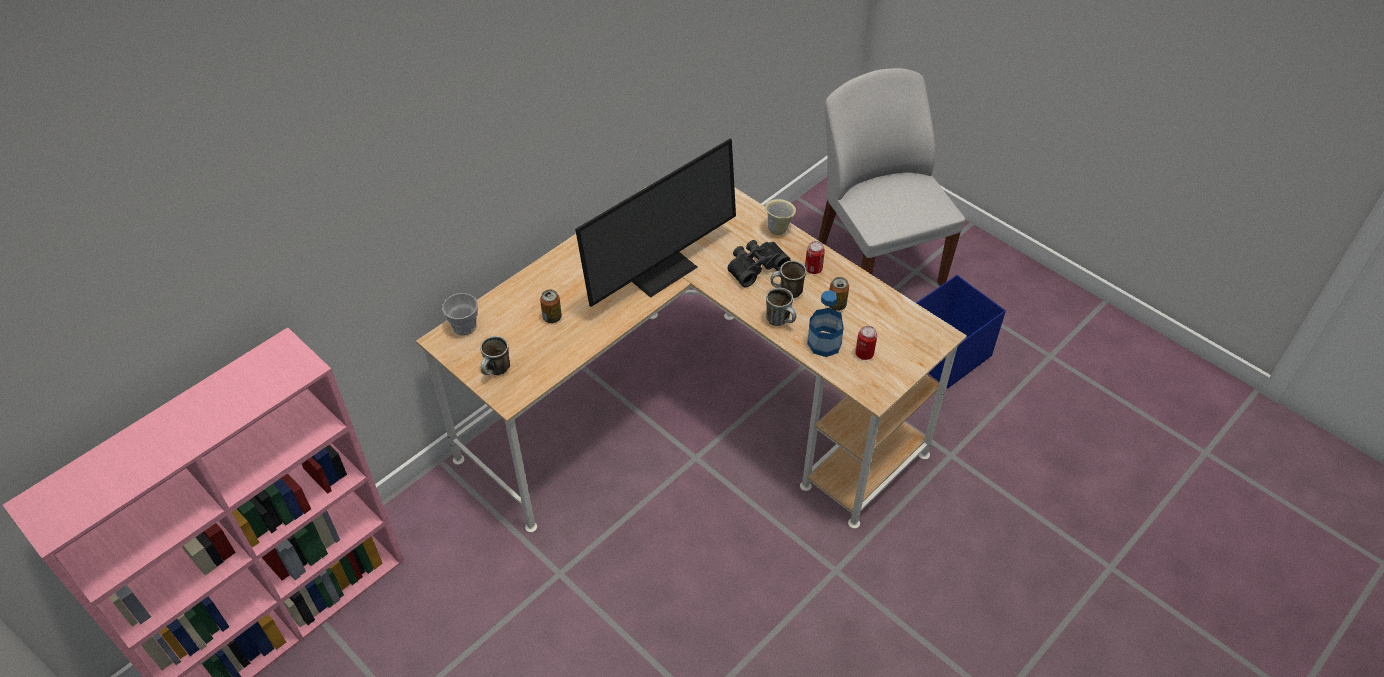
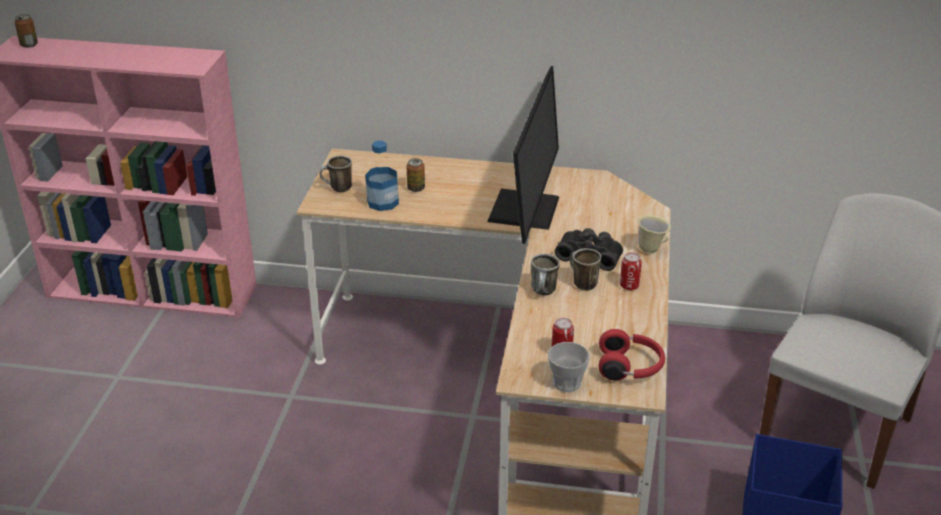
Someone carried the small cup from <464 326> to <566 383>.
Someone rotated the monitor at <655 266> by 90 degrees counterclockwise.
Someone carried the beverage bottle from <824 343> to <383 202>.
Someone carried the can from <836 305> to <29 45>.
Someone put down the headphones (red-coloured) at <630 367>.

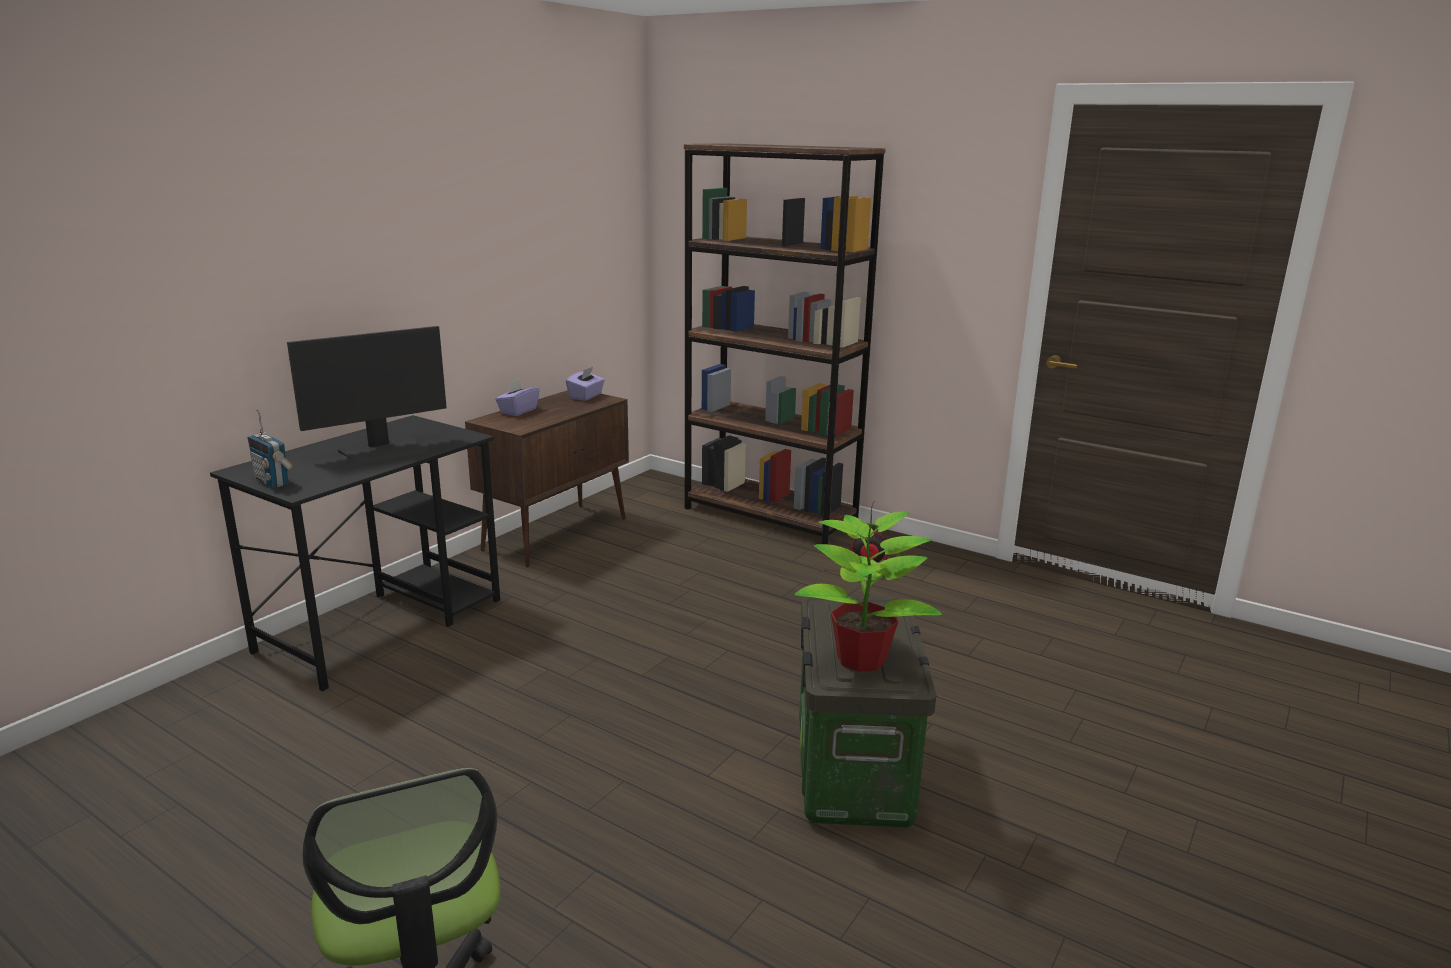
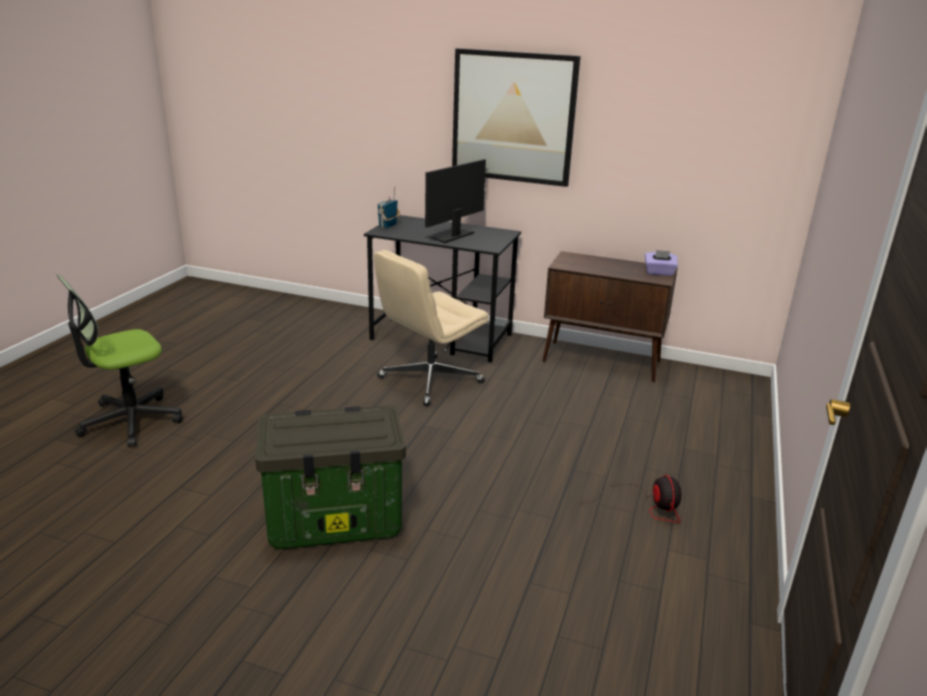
Someone rotated the monitor at <383 451> by 90 degrees clockwise.
Someone took away the tissue box (purple-coloured) at <518 411>.
Someone took away the shelving unit (brown) at <770 516>.
Someone took away the houseplant at <862 659>.
Someone put down the computer chair (sand-coloured) at <429 381>.
Someone put up the picture at <513 117>.

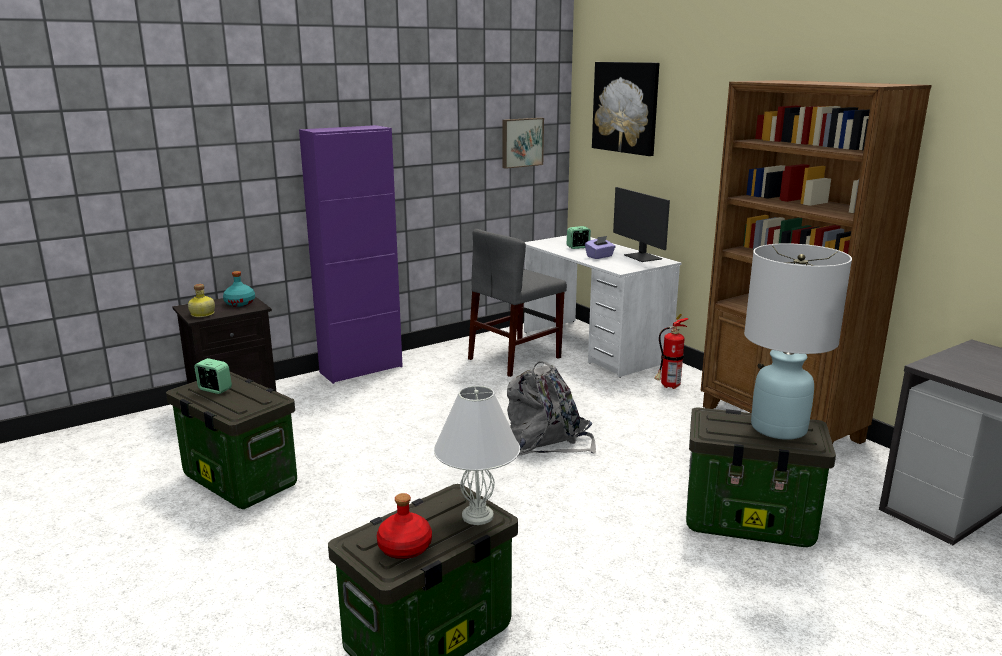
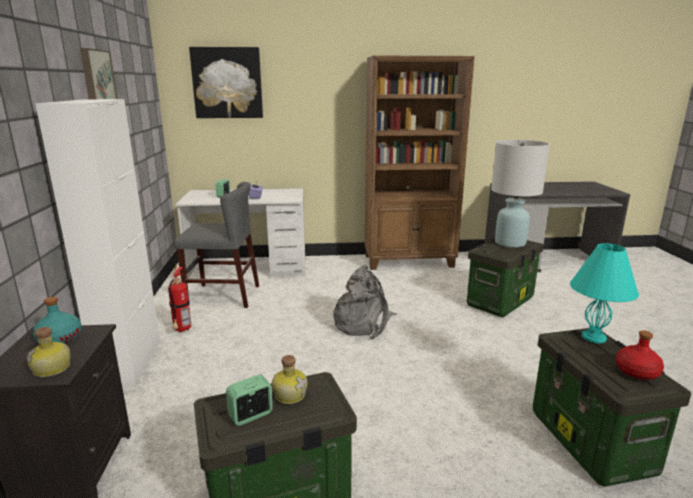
Someone repainted the cabinet (purple-coloured) at <361 369>, which became the cabinet (whitish) at <130 363>.
Someone repainted the lamp for a table (whitish) at <477 515>, which became the lamp for a table (turquoise-coloured) at <593 337>.
Someone rotated the plain chair (gray) at <515 358> by 75 degrees counterclockwise.
Someone carried the picture from <521 142> to <97 79>.
Someone took away the monitor at <642 257>.
Someone carried the fire-fighting cylinder from <668 387> to <182 330>.
Someone put down the beverage bottle at <290 394>.

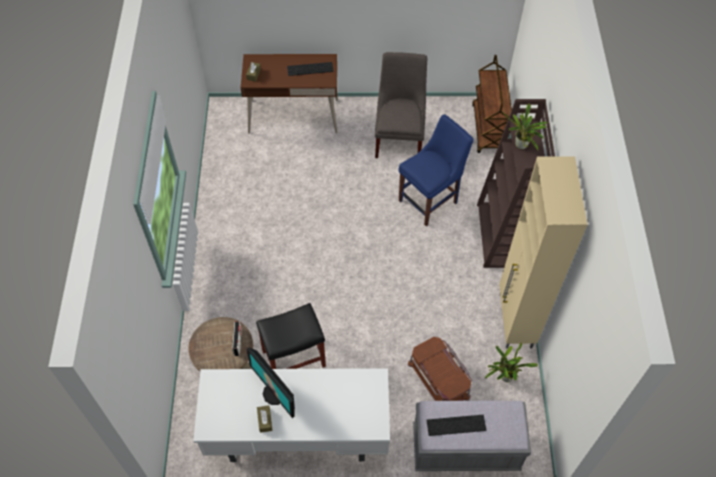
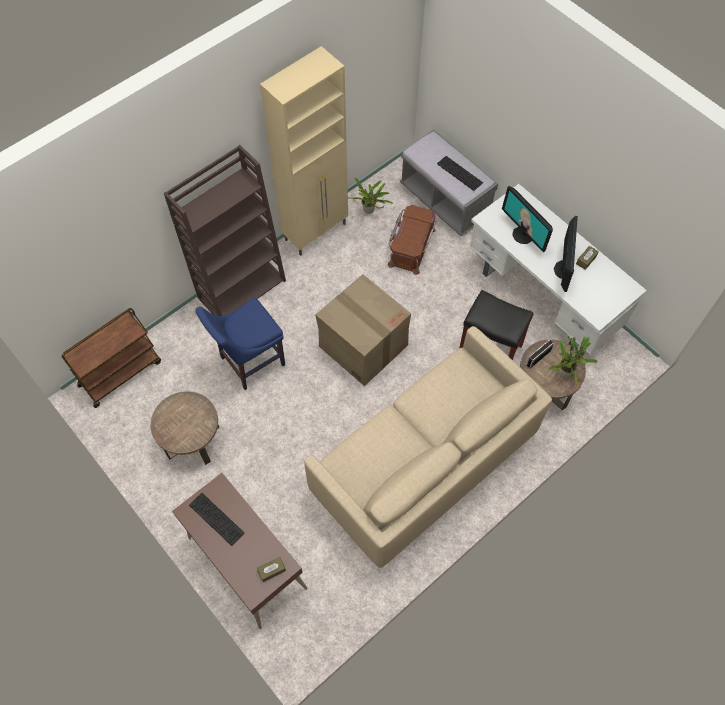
Someone swapped the plain chair (gray) at <399 137> for the side table (brown) at <193 441>.
Someone rotated the plain chair (blue) at <430 200> by 45 degrees counterclockwise.
Someone carried the houseplant from <521 147> to <566 372>.
Someone put down the settee (sand-coloured) at <424 463>.
Someone put down the carton at <363 345>.
Someone put down the monitor at <523 235>.

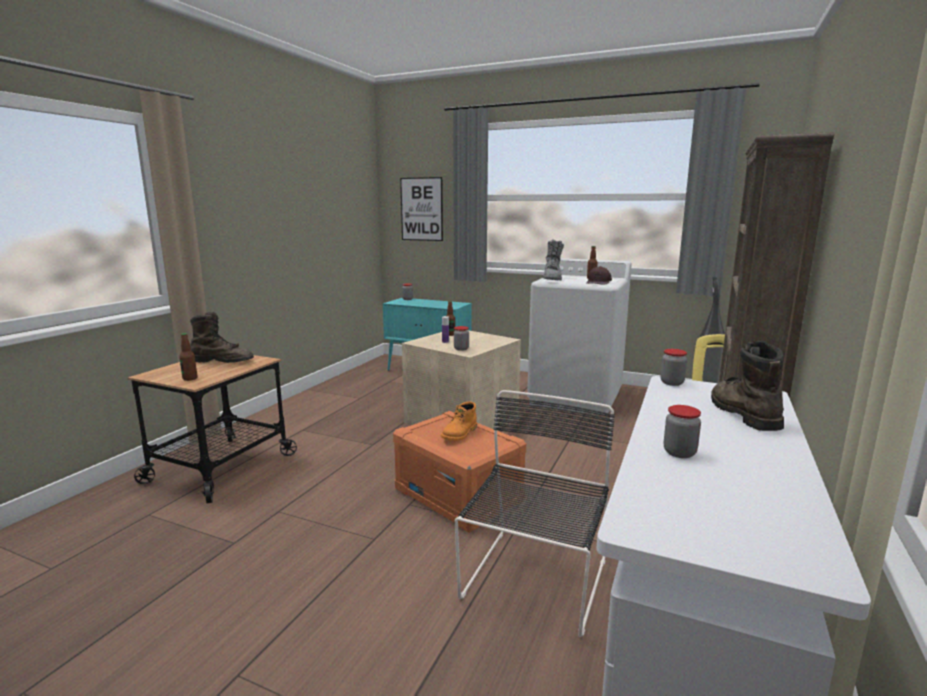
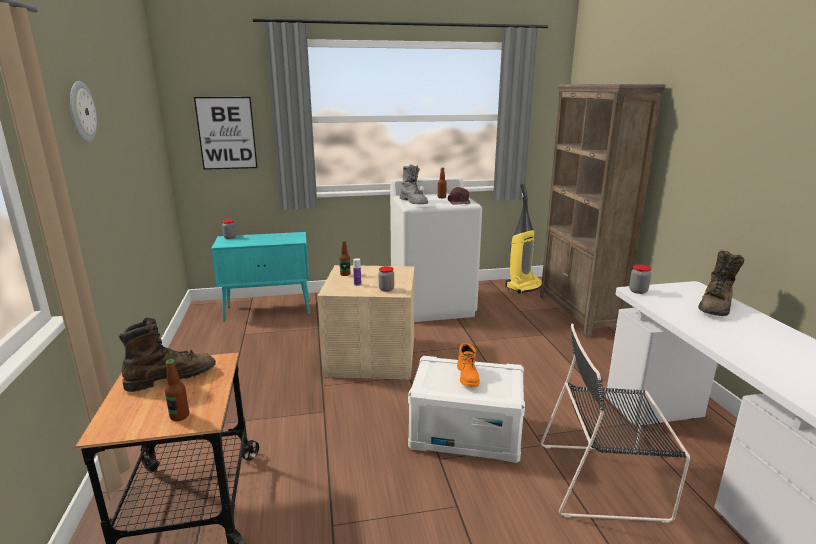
Someone repainted the storage box (orangey) at <459 496>, which became the storage box (whitish) at <466 432>.
Someone rotated the plain chair (blackish) at <534 582> by 75 degrees counterclockwise.
Someone took away the storage jar at <679 453>.
Someone rotated the boot (brown) at <742 413> by 105 degrees counterclockwise.
Someone put up the clock on the wall at <81 112>.

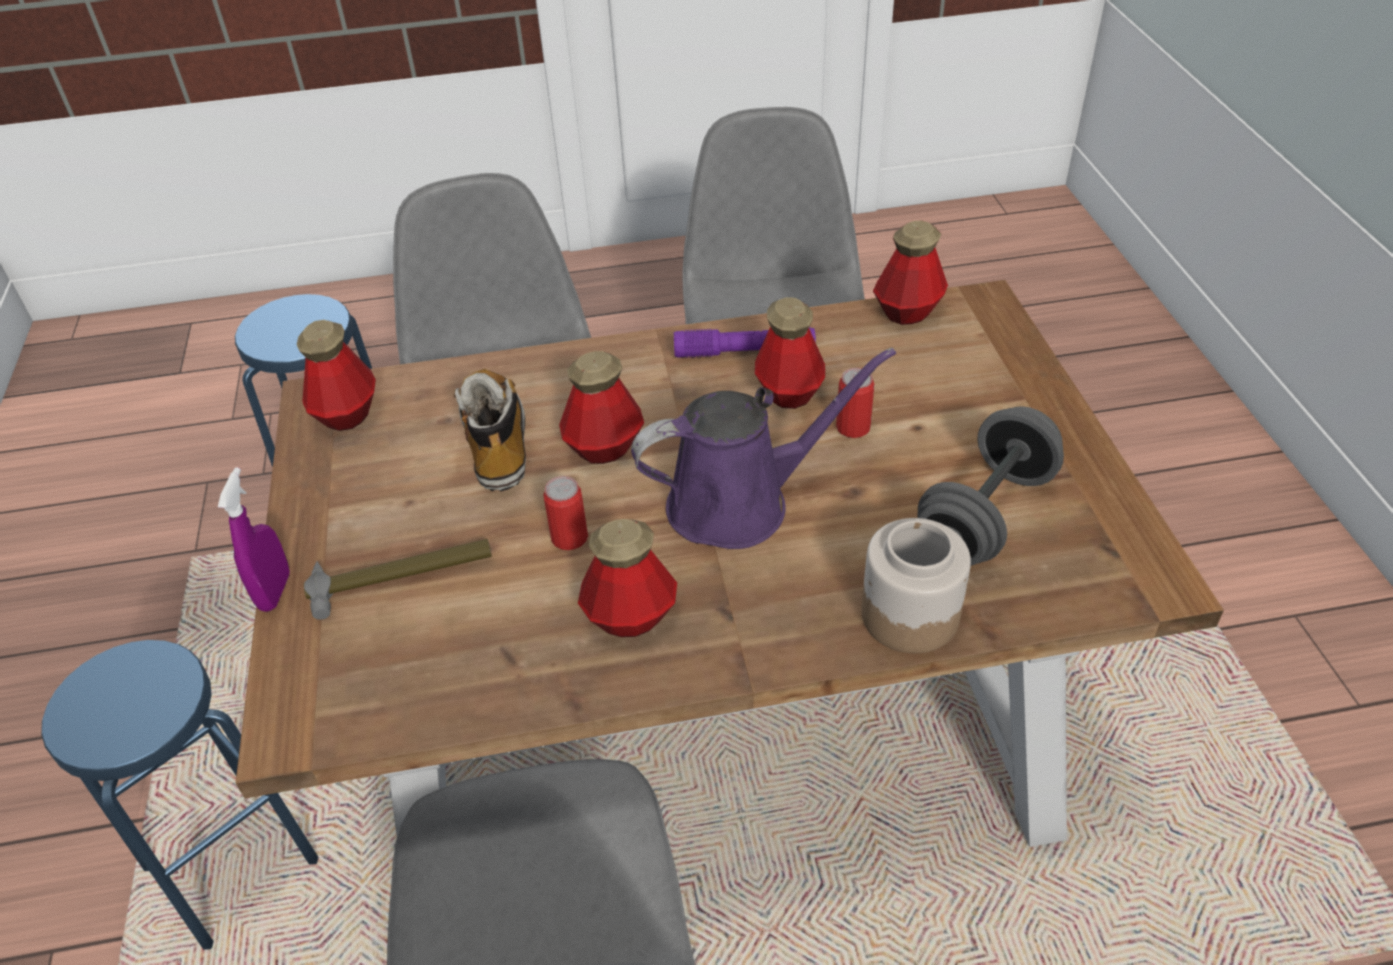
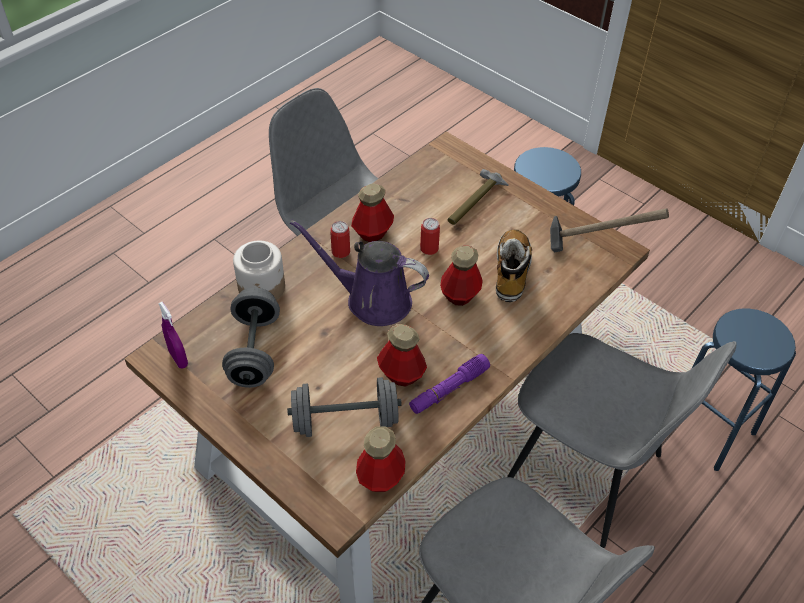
Someone carried the hand sprayer (purple-coloured) from <275 591> to <178 359>.
Someone swapped the beverage bottle at <347 414> for the tool hammer at <595 249>.
Someone rotated the boot at <496 442> by 120 degrees counterclockwise.
Someone rotated the sprinkling can (purple-coloured) at <740 503> by 75 degrees clockwise.
Someone carried the can from <853 427> to <340 252>.
Someone put down the dumbbell (gray) at <345 421>.

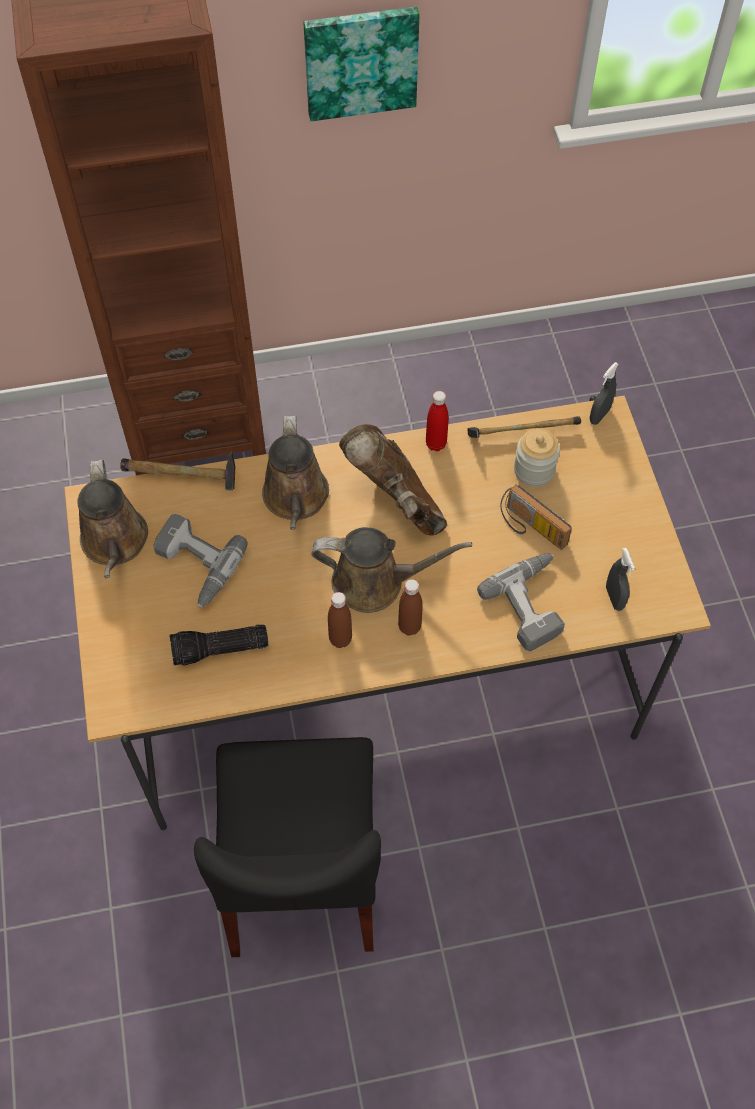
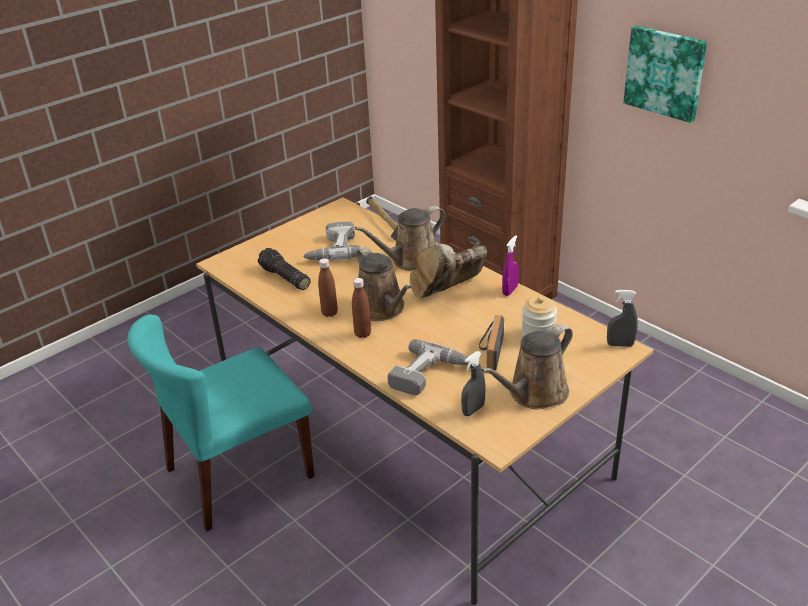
Someone carried the sprinkling can (brown) from <115 543> to <534 394>.
Someone repainted the plain chair (blackish) at <302 874>, which became the plain chair (turquoise-coloured) at <239 474>.
Someone rotated the boot (brown) at <395 503> by 150 degrees counterclockwise.
Someone swapped the beverage bottle (red-coloured) at <436 444> for the hand sprayer (purple-coloured) at <510 290>.
Someone took away the tool hammer at <519 435>.

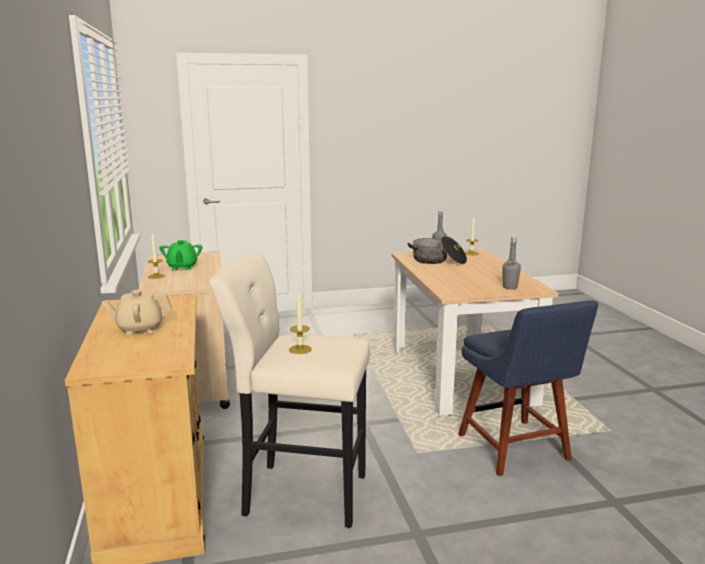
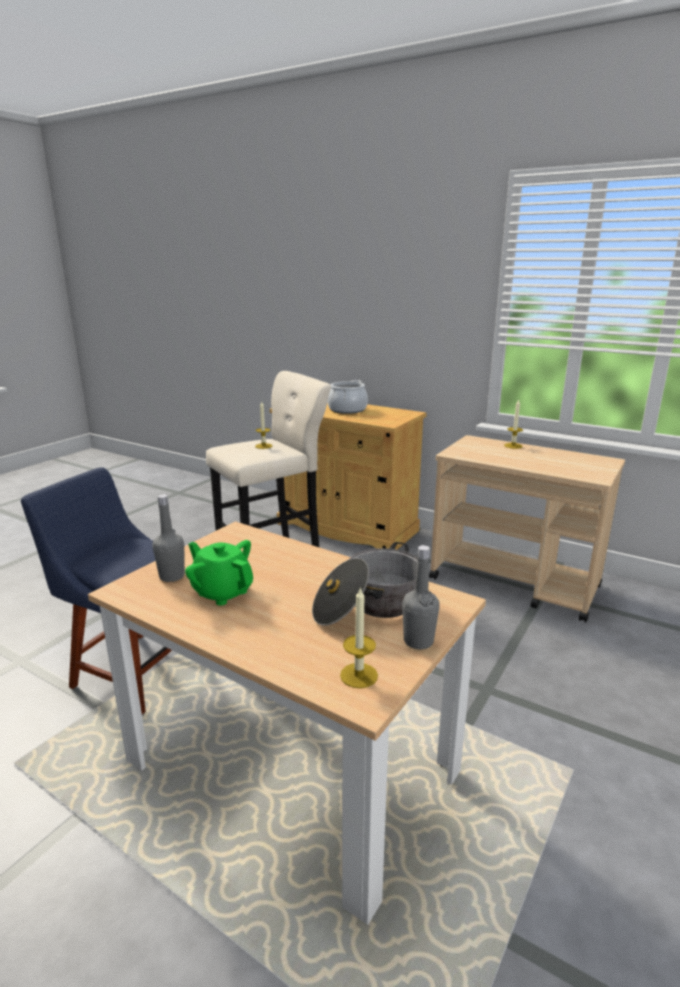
Someone swapped the teapot (sand-coloured) at <139 329> for the stockpot at <347 410>.
Someone carried the teapot (greenish) from <182 267> to <222 592>.

